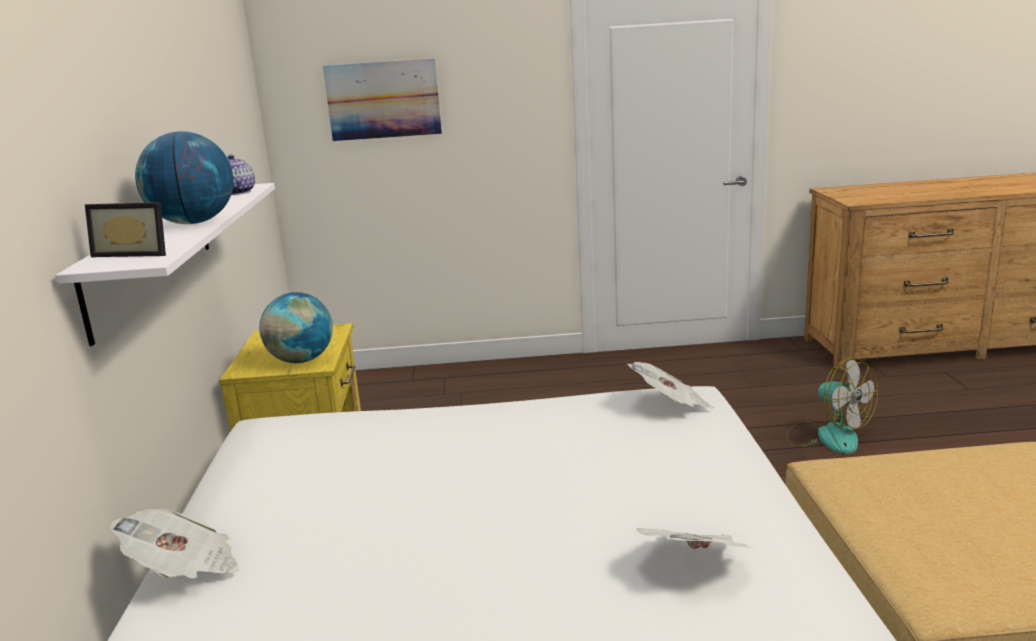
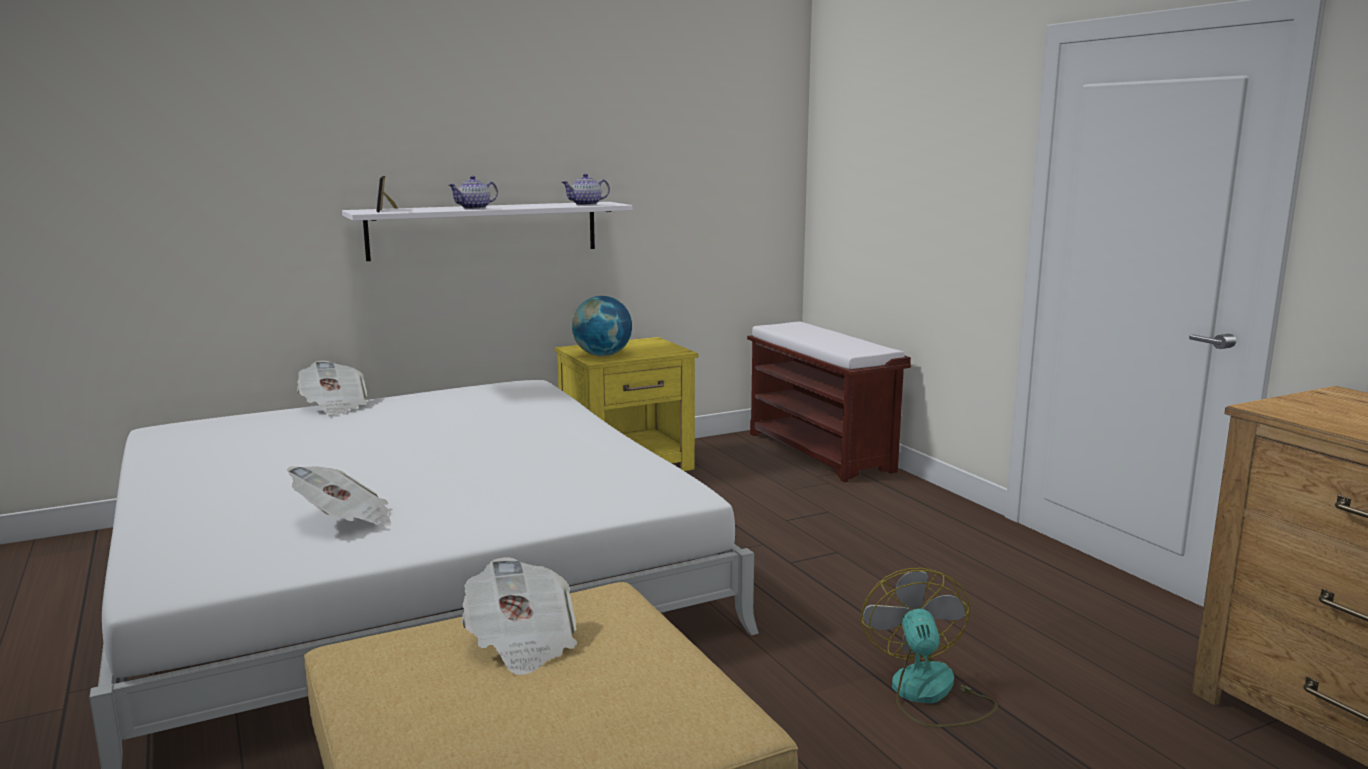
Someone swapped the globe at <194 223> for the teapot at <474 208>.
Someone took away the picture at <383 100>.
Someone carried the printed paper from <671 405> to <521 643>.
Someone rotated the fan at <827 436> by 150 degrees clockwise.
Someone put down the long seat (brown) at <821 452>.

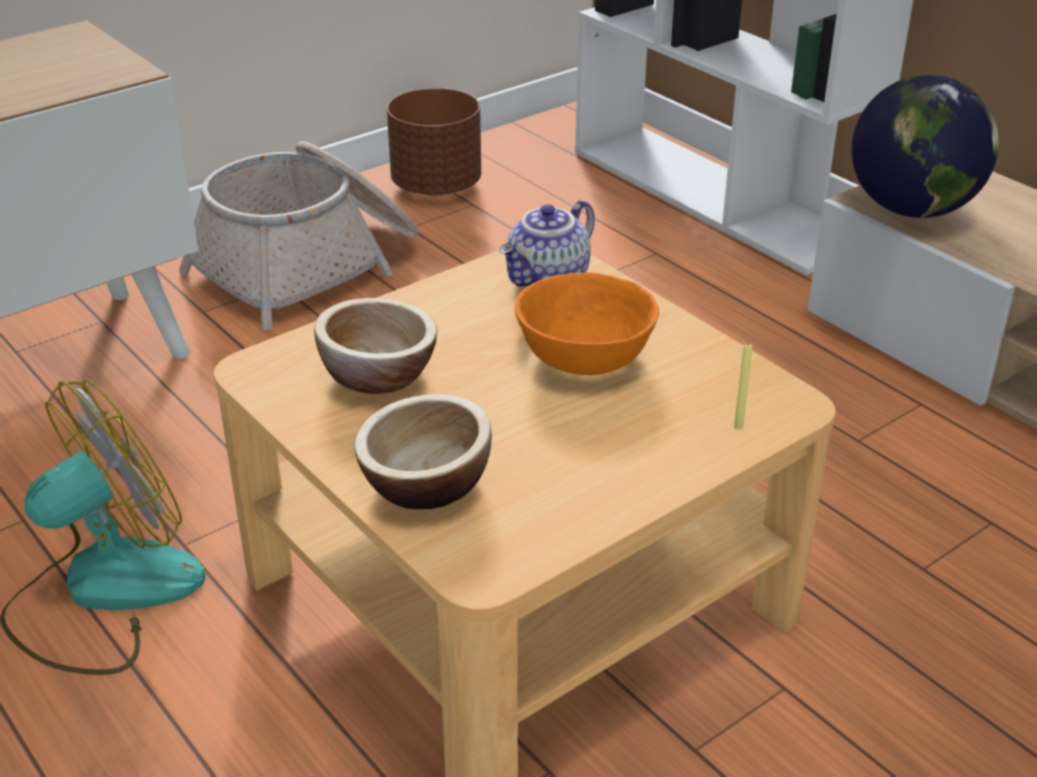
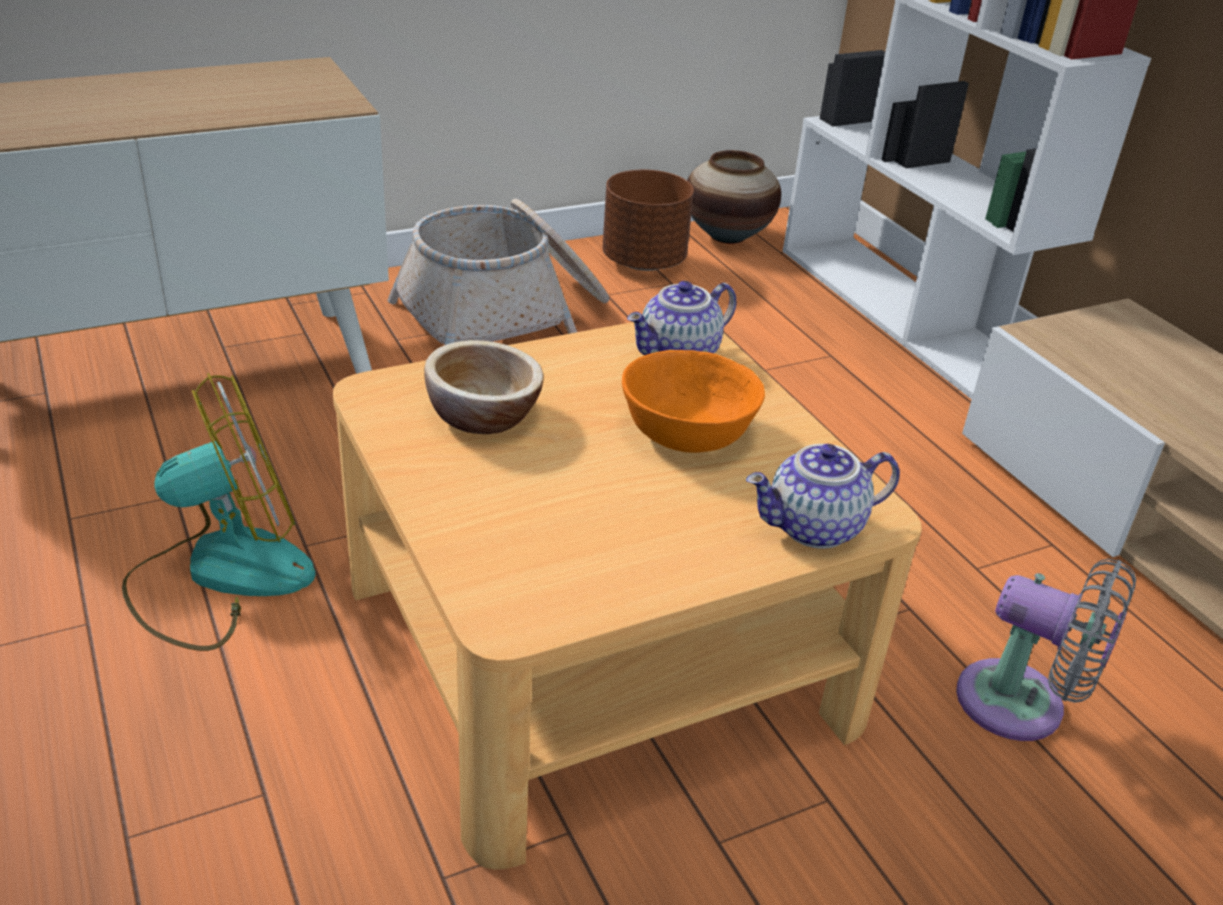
Someone took away the deep dish at <426 483>.
Someone swapped the wax candle (yellow) at <738 427> for the teapot at <814 529>.
Someone took away the globe at <913 209>.
Someone put down the vase at <727 236>.
Someone put down the fan (gray) at <1021 706>.

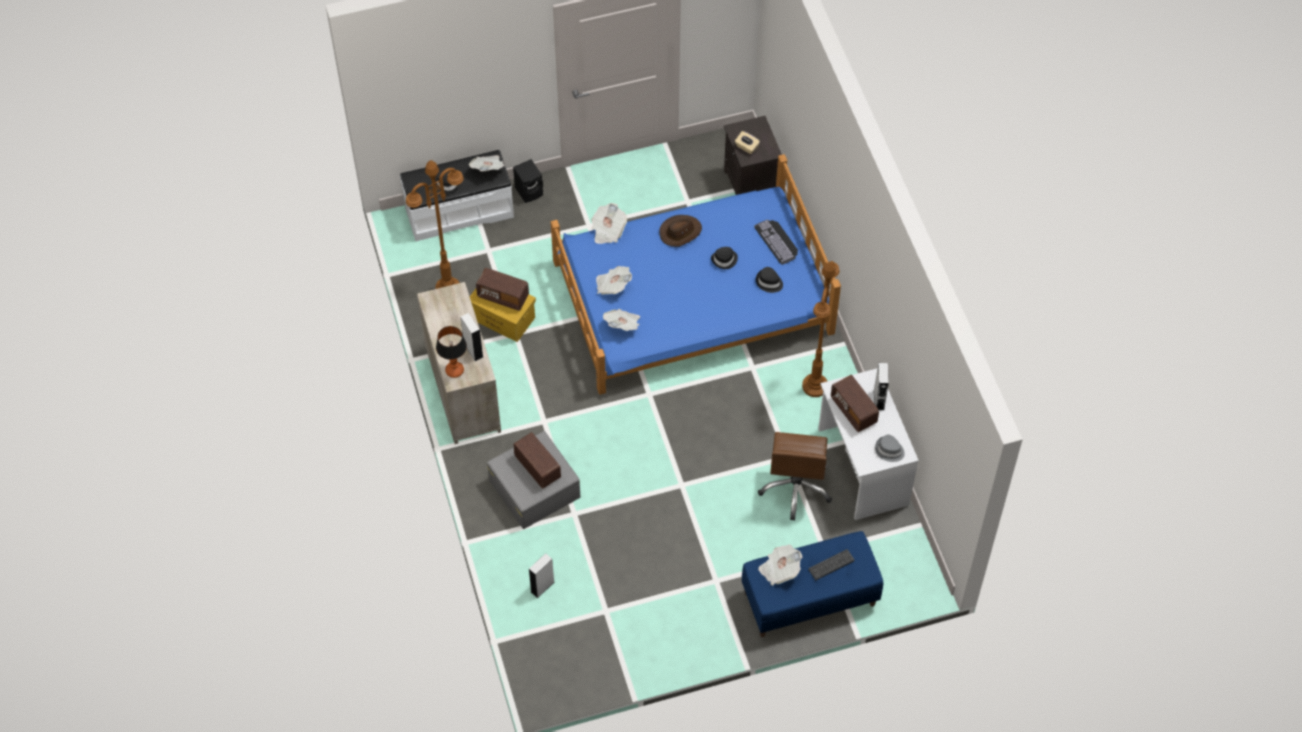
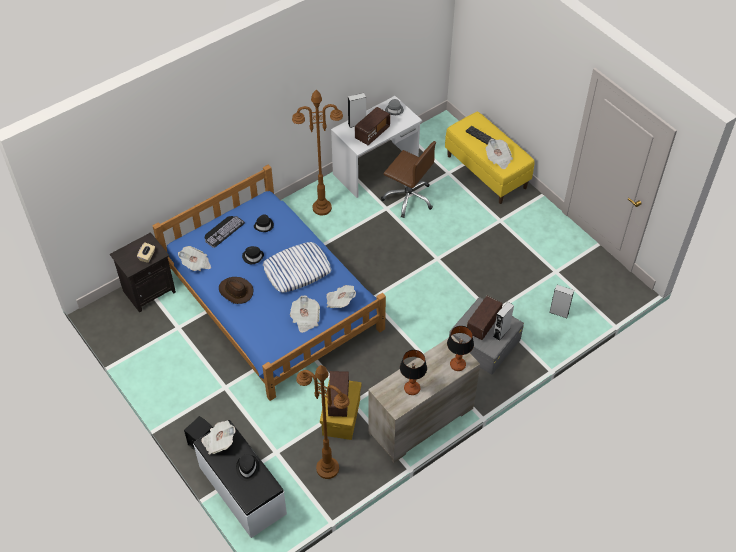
Someone carried the speaker (gray) from <473 350> to <501 332>.
Someone carried the printed paper from <608 230> to <196 264>.
Someone repainted the long seat (blue) at <809 599>, which became the long seat (yellow) at <487 171>.
Someone rotated the computer chair (brown) at <796 488> by 45 degrees clockwise.
Someone put down the pillow at <297 270>.
Someone put down the lamp for a table at <412 389>.

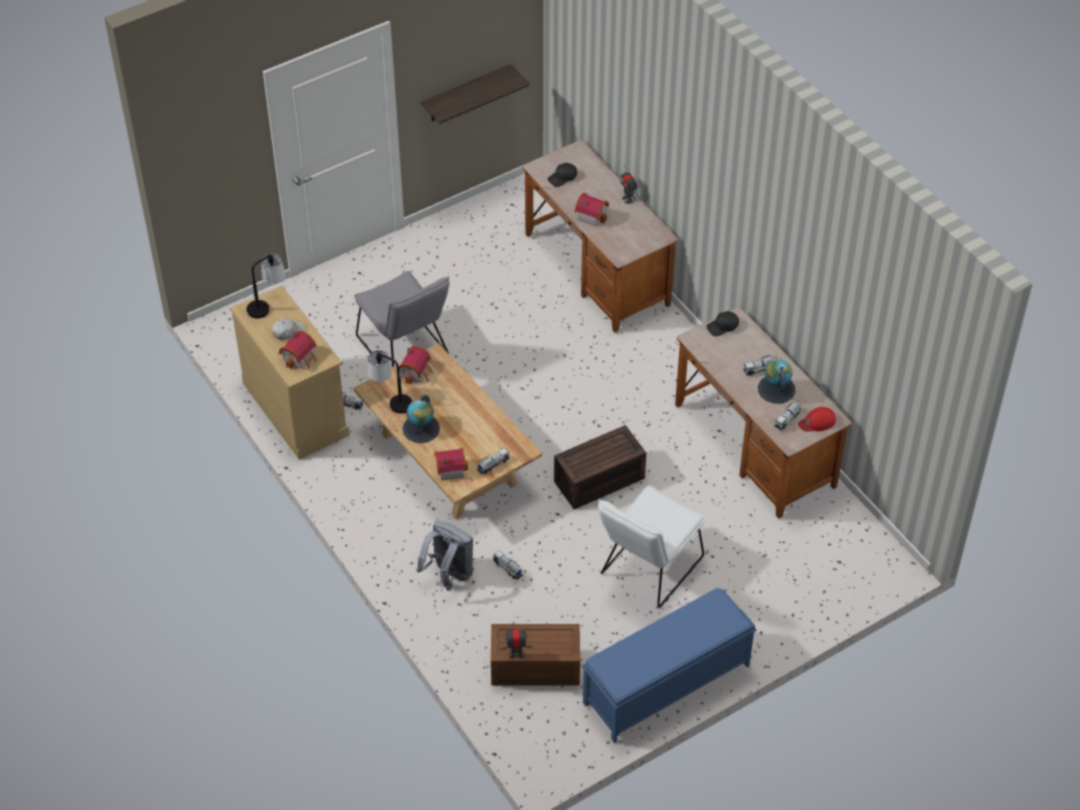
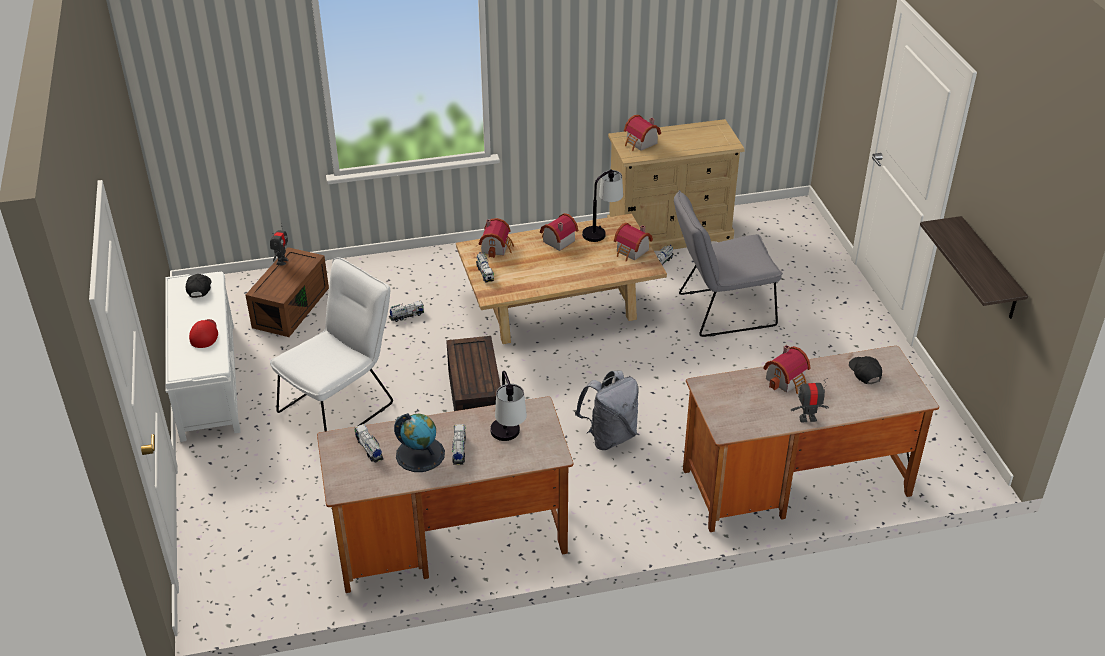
Someone carried the lamp for a table from <267 305> to <509 440>.
Someone took away the cap (whitish) at <288 331>.
Someone swapped the globe at <421 428> for the model house at <556 241>.
Someone carried the knapsack (gray) from <449 575> to <609 436>.
Someone repainted the long seat (blue) at <665 685>, which became the long seat (whitish) at <208 380>.
Someone rotated the plain chair (whitish) at <647 570> by 75 degrees clockwise.
Someone carried the cap (blackish) from <723 327> to <199 288>.
Someone carried the cap (red-coloured) from <817 422> to <204 335>.

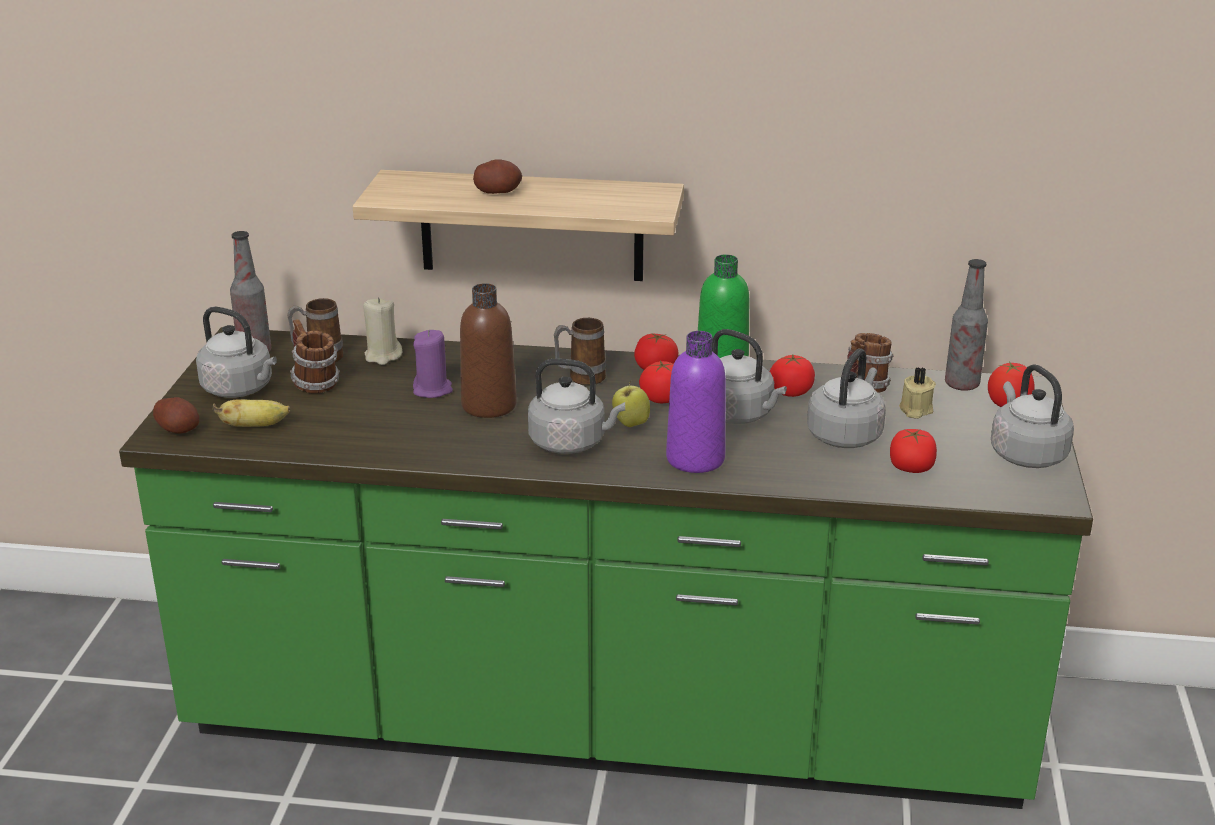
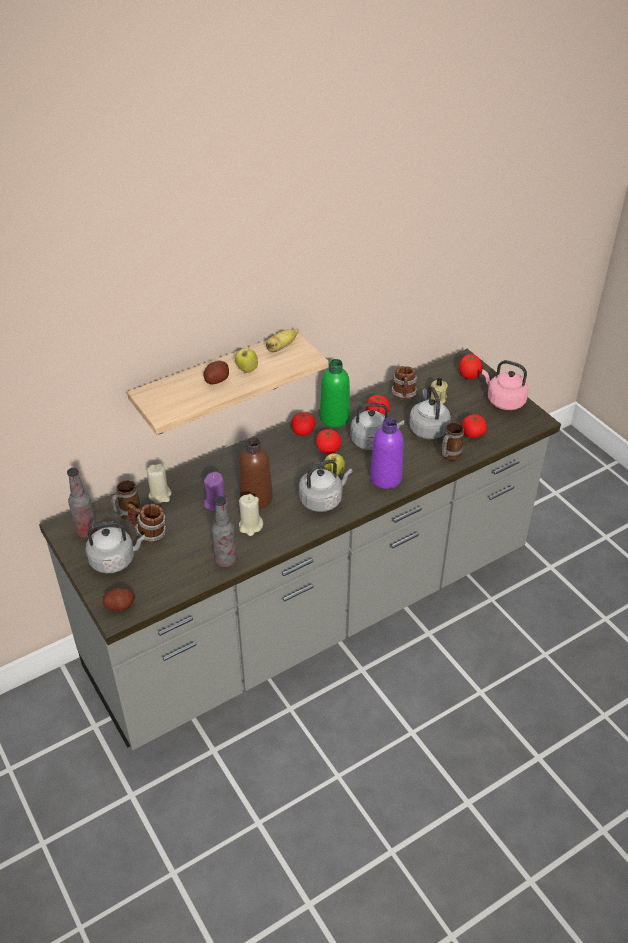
Someone repainted the kitchen base unit (greenish) at <607 722>, which became the kitchen base unit (gray) at <314 612>.
Someone carried the banana from <255 426> to <281 347>.
Someone carried the mug from <580 378> to <448 456>.
Someone carried the beverage bottle from <961 384> to <225 560>.
Someone repainted the kettle (gray) at <1025 454>, which became the kettle (pink-coloured) at <503 401>.
Someone put down the apple at <247 370>.
Someone put down the wax candle (sand-coloured) at <250 526>.

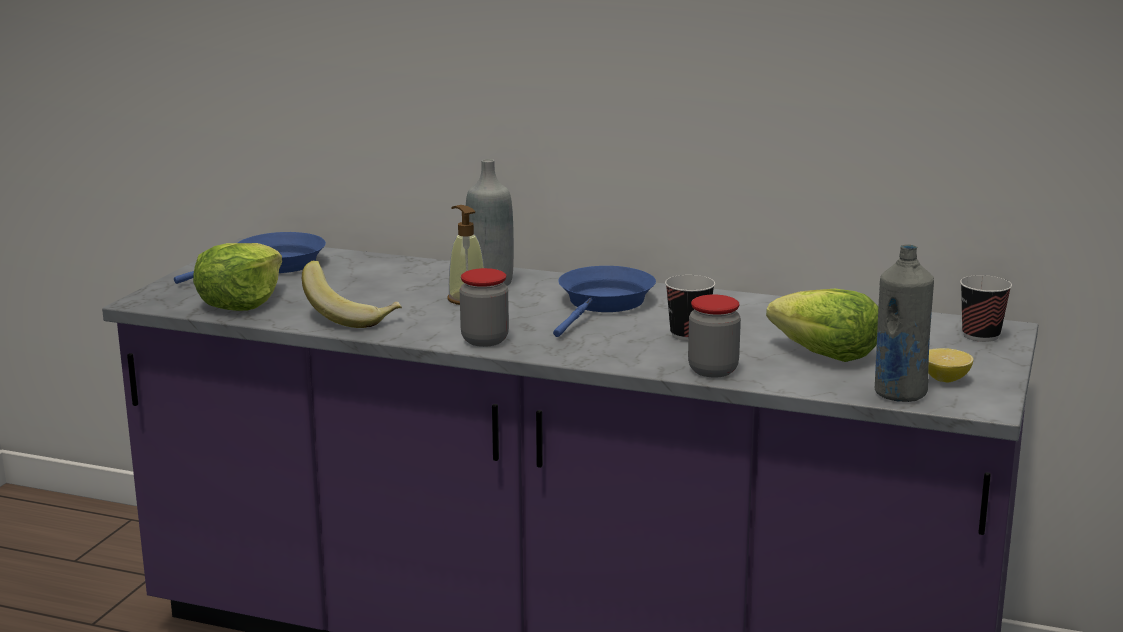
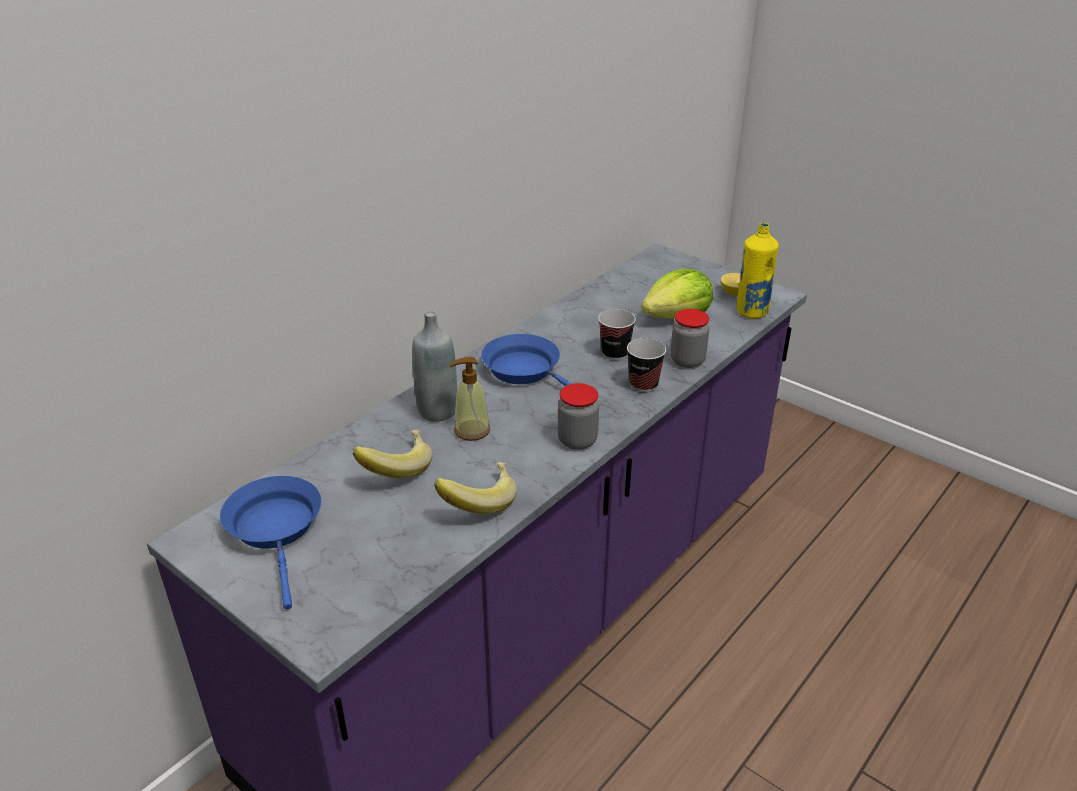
Someone took away the lettuce head at <241 302>.
Someone repainted the beverage bottle (gray) at <899 394>, which became the beverage bottle (yellow) at <751 312>.
Someone carried the small cup from <981 335> to <643 384>.
Someone put down the banana at <396 467>.

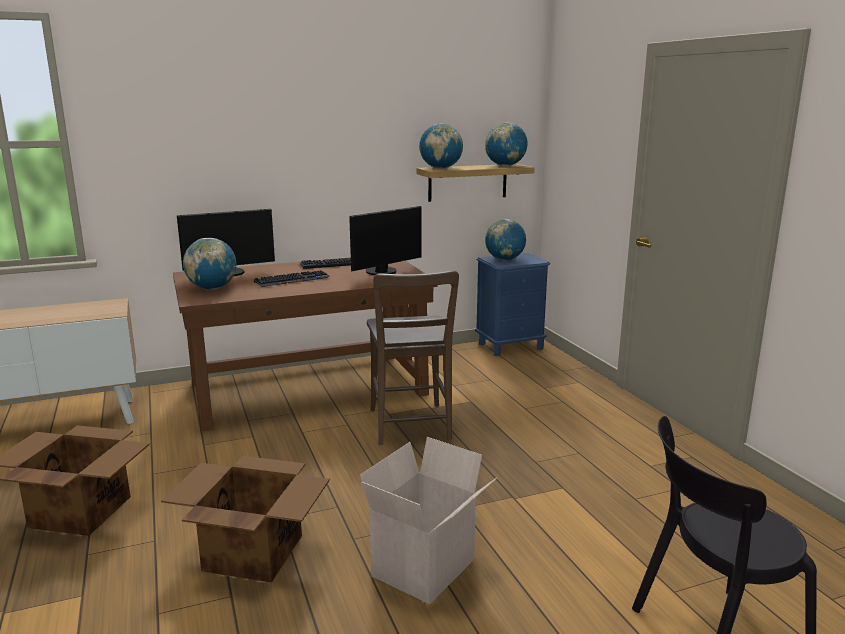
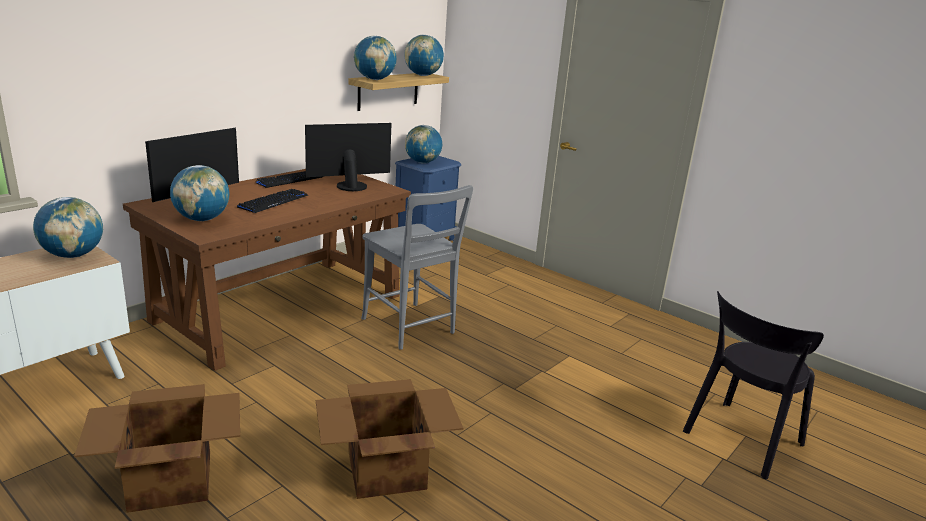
Someone rotated the monitor at <383 272> by 135 degrees counterclockwise.
Someone took away the carton at <425 570>.
Someone repainted the plain chair (brown) at <410 427>, which became the plain chair (gray) at <411 328>.
Someone put down the globe at <73 255>.

